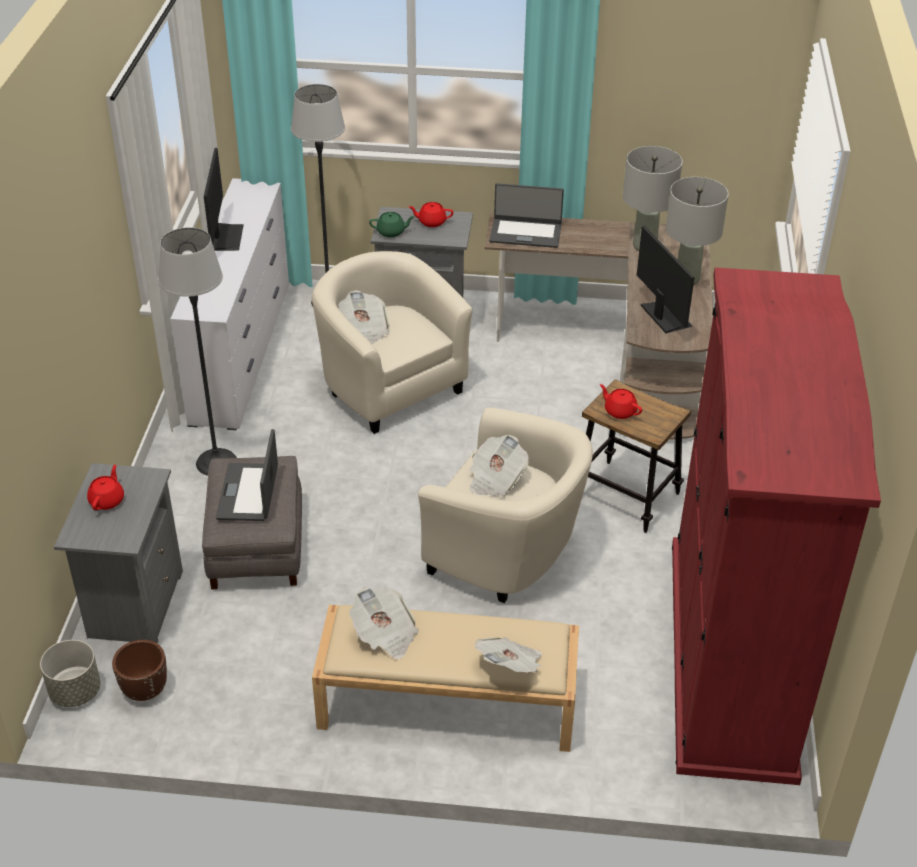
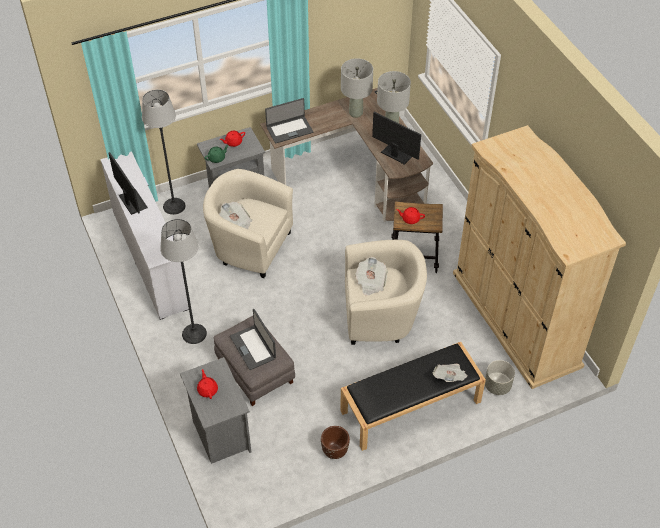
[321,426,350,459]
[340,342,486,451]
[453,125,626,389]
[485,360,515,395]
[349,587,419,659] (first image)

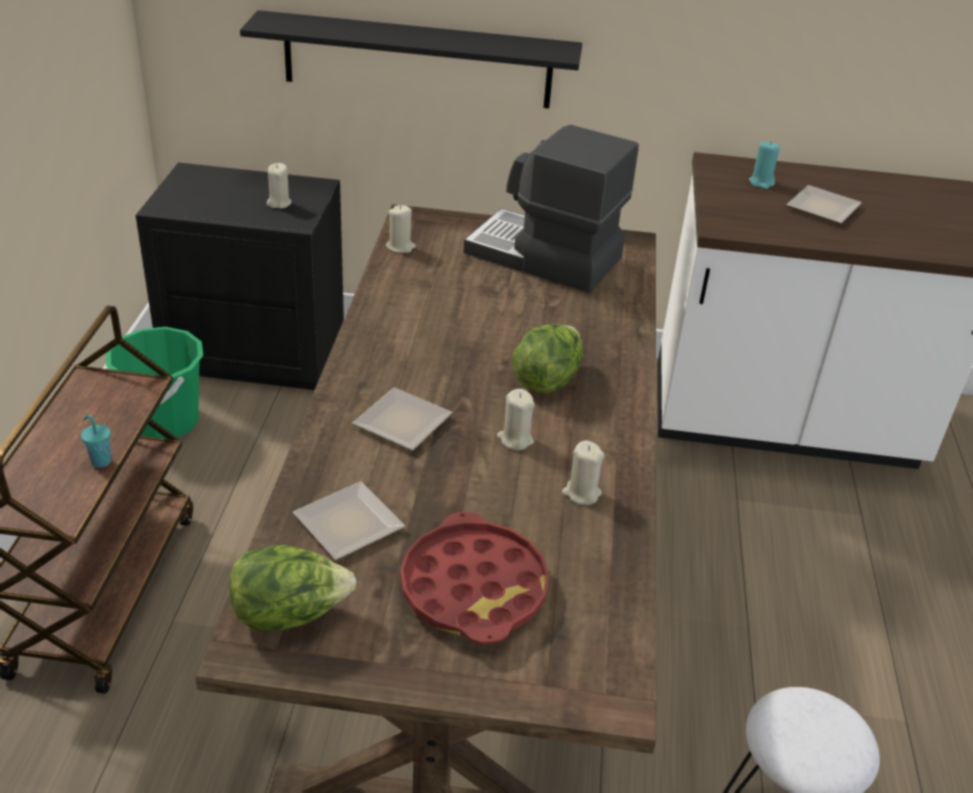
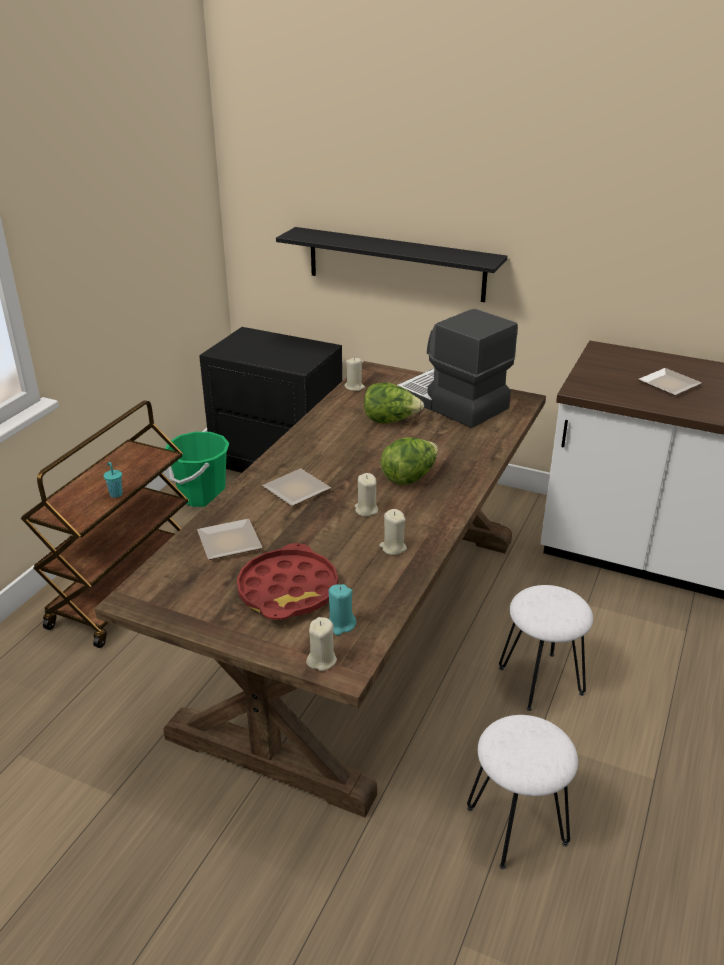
[306,617,337,671]
[329,584,356,636]
[364,383,424,424]
[499,585,593,711]

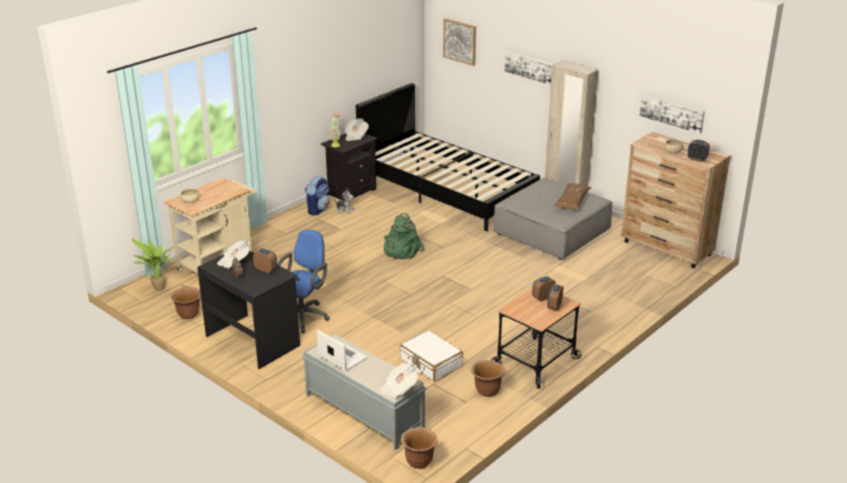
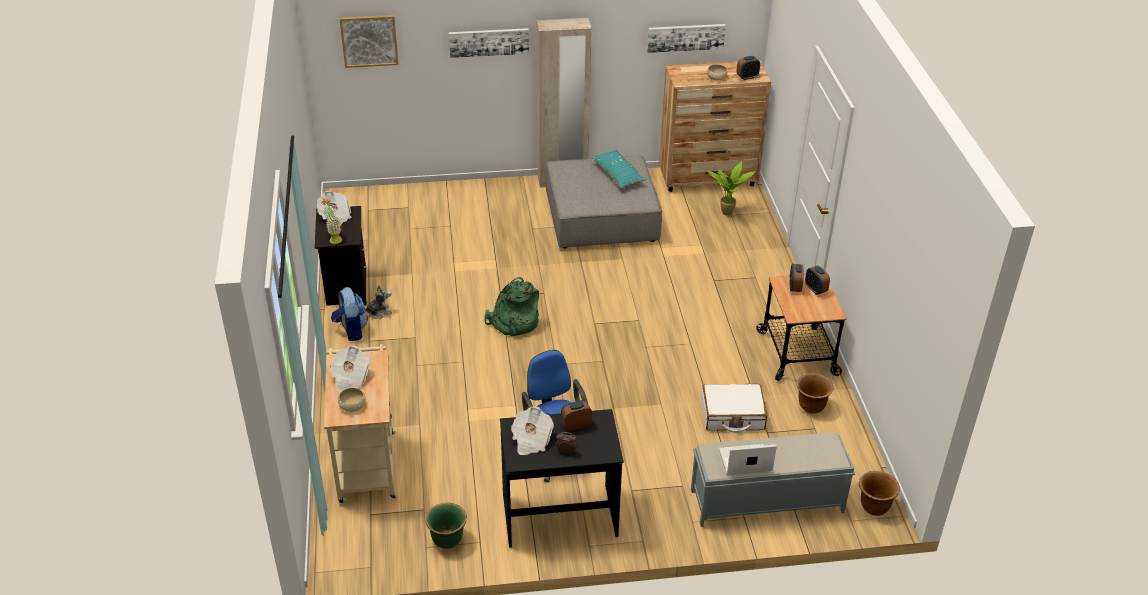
[330,346,371,392]
[426,502,467,549]
[591,150,646,188]
[707,161,755,215]
[356,83,540,231] (first image)

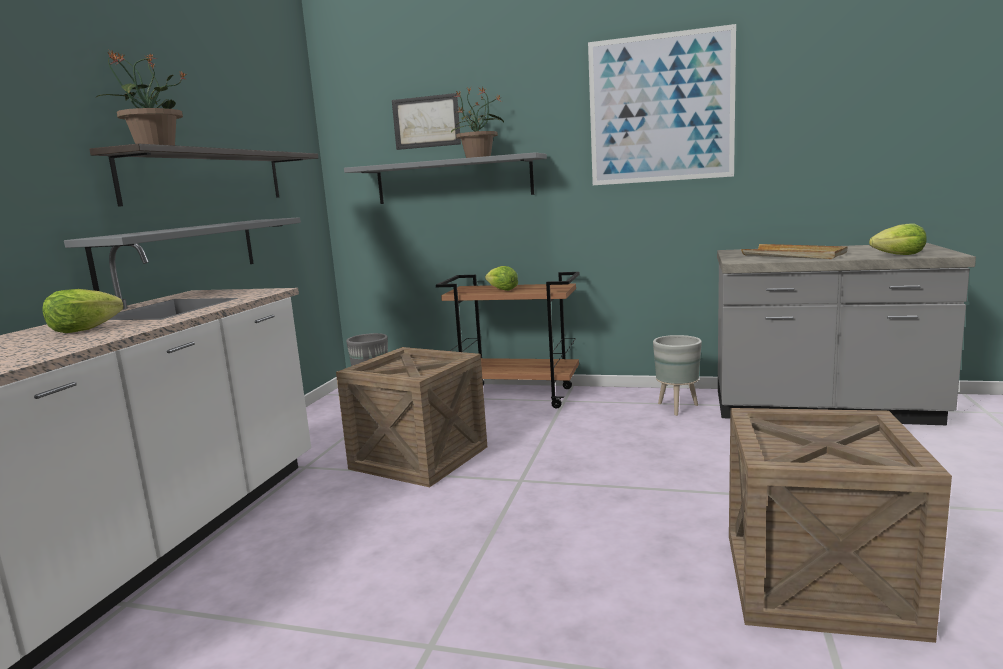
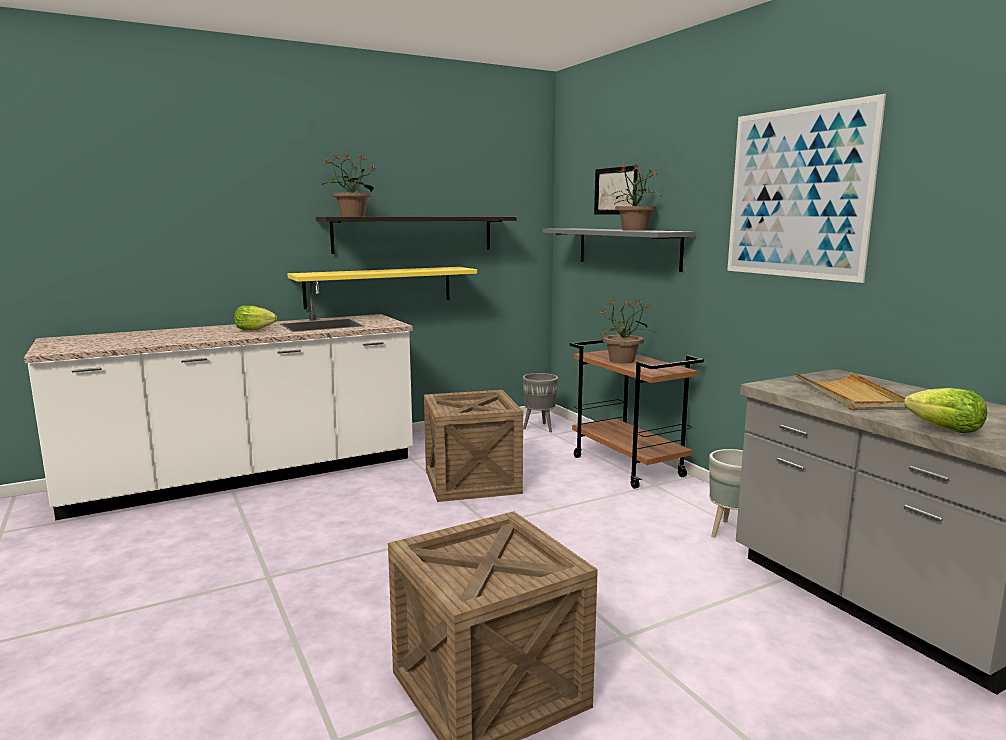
[288,267,477,309]
[600,299,653,364]

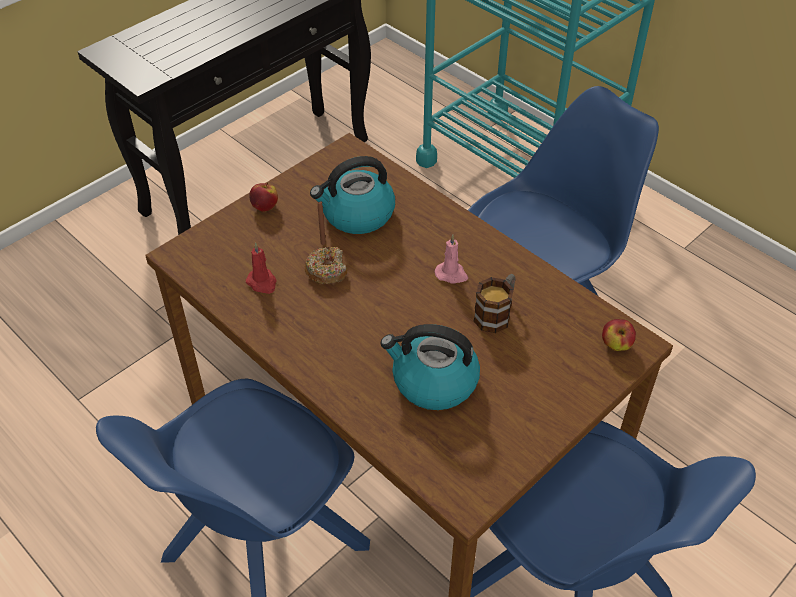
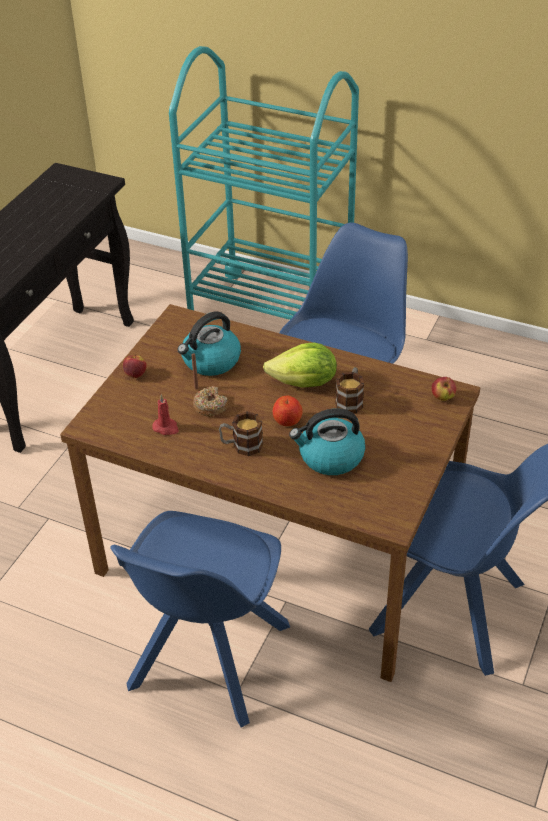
[219,411,263,456]
[263,342,337,388]
[273,396,303,426]

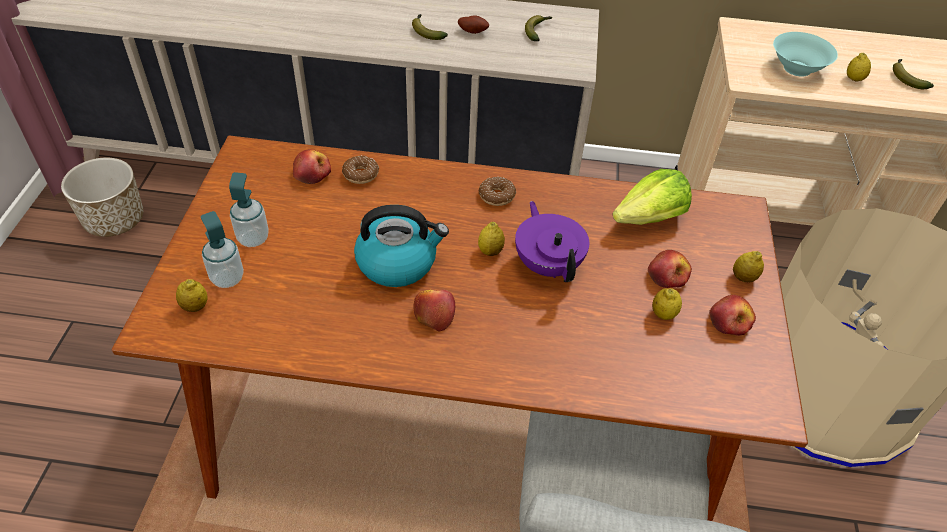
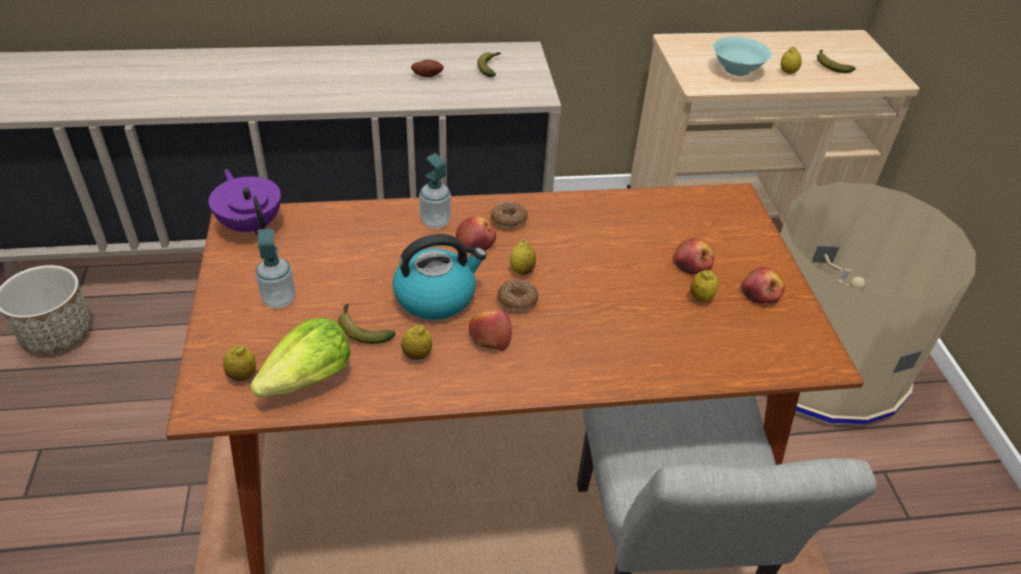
[208,169,281,235]
[250,317,350,397]
[338,304,396,344]
[401,324,432,360]
[419,153,451,229]
[456,216,496,251]
[497,279,538,312]

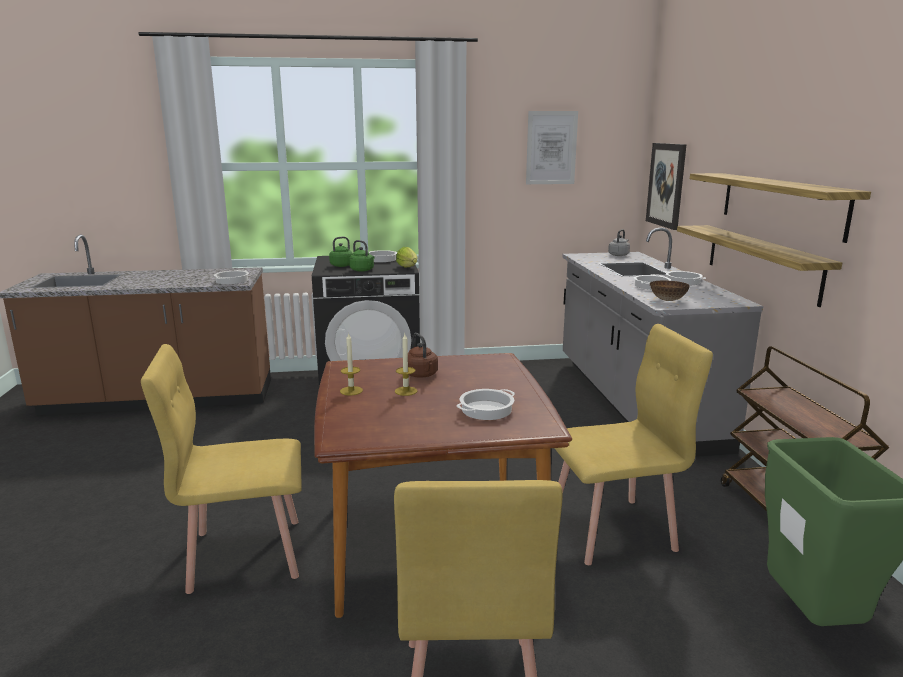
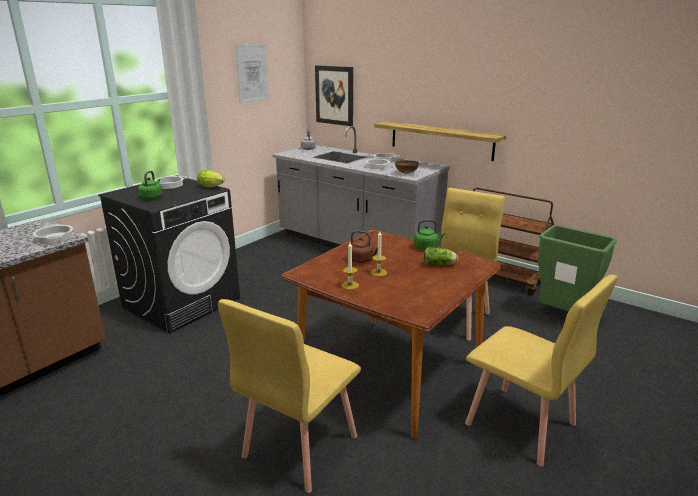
[414,219,446,250]
[424,247,458,266]
[690,173,871,243] (first image)

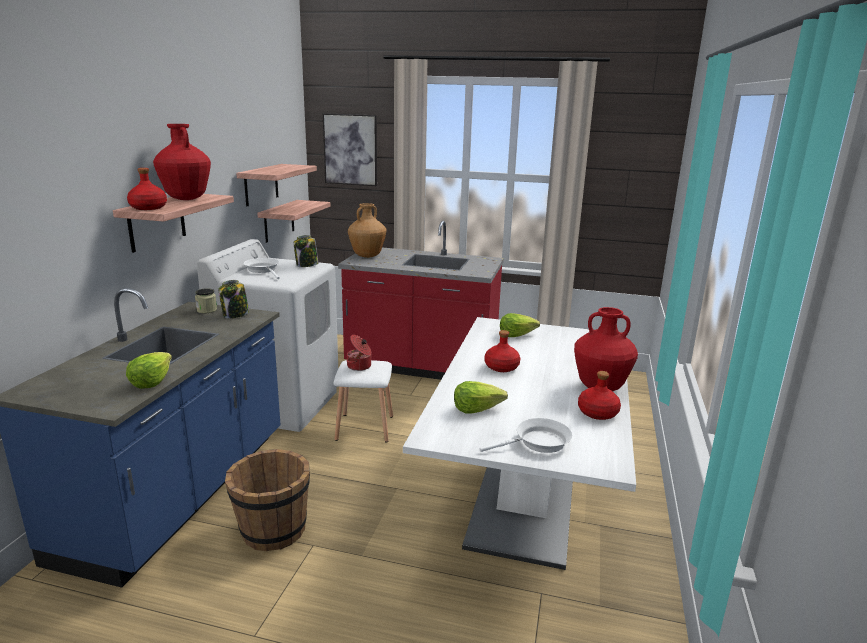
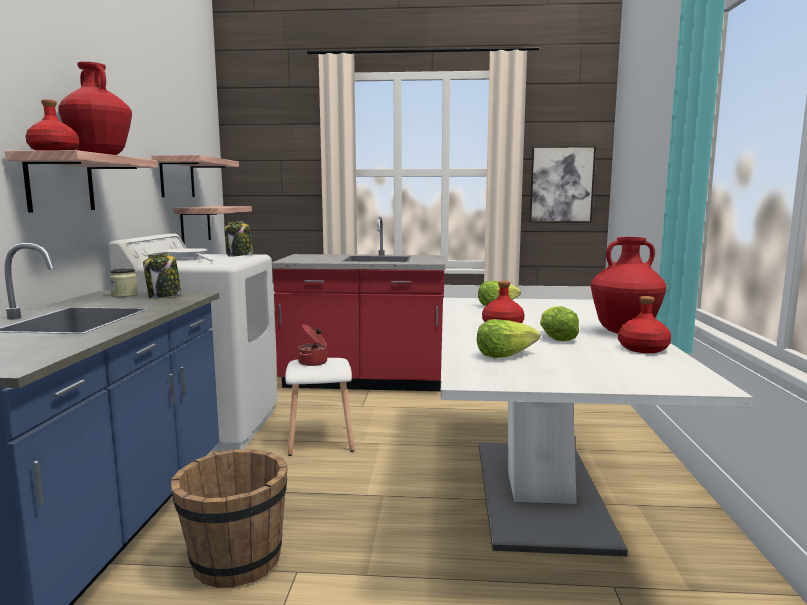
[529,146,596,223]
[540,306,579,341]
[348,203,386,258] (first image)
[480,418,572,453] (first image)

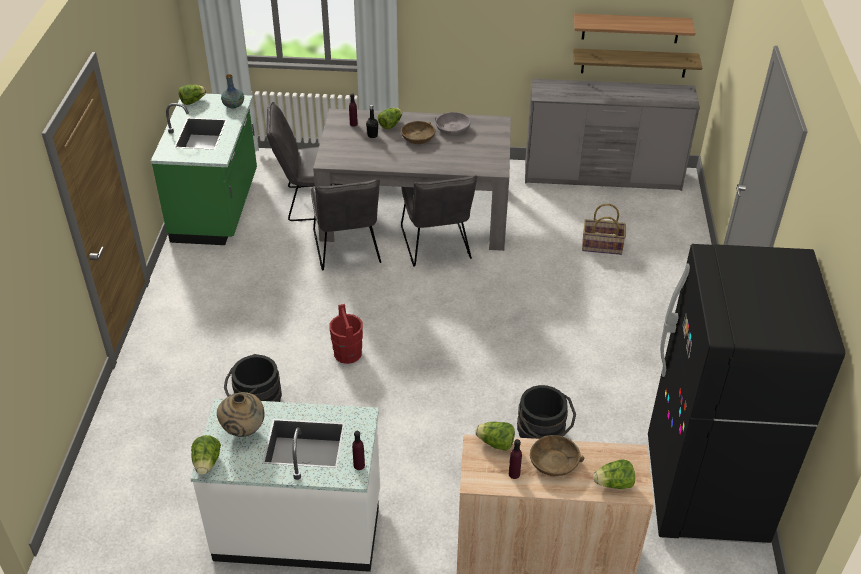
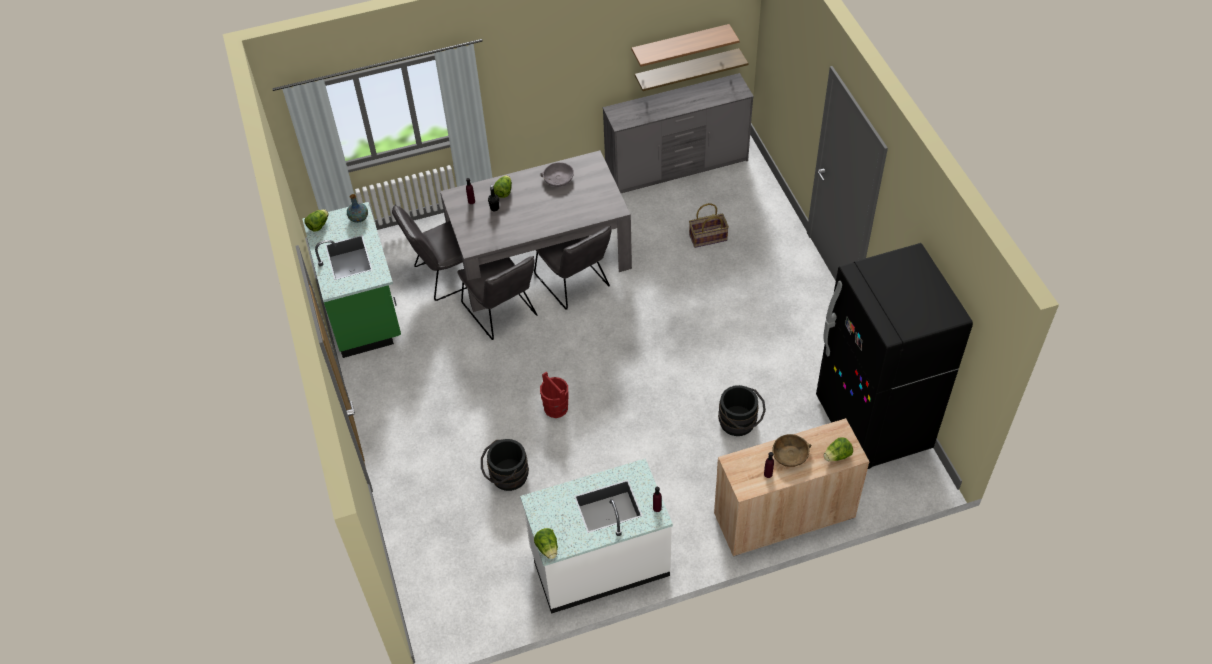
[217,392,264,437] (first image)
[401,121,435,144] (first image)
[475,422,515,451] (first image)

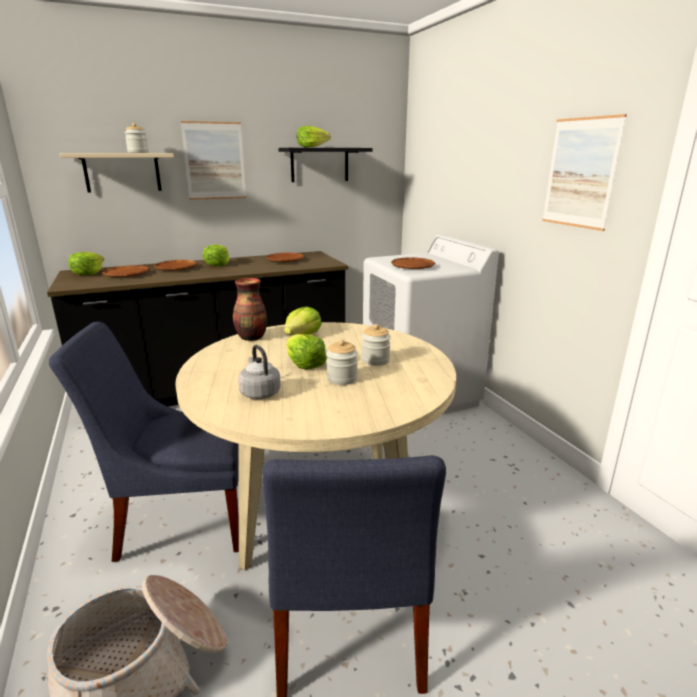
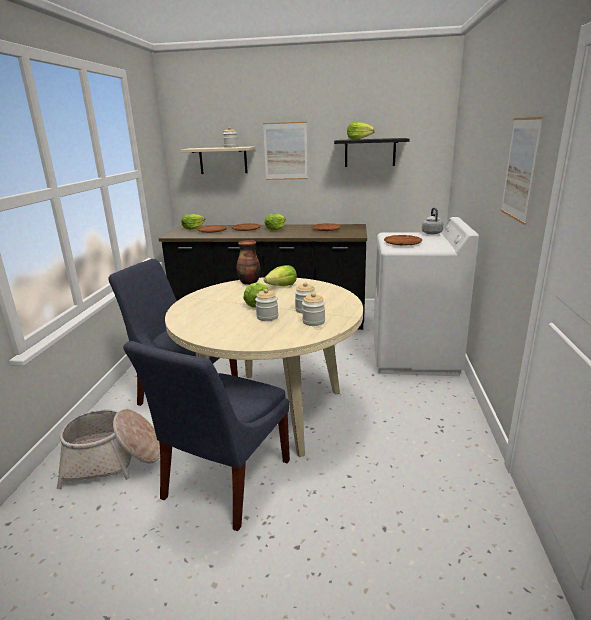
[302,293,325,326]
[422,208,443,234]

